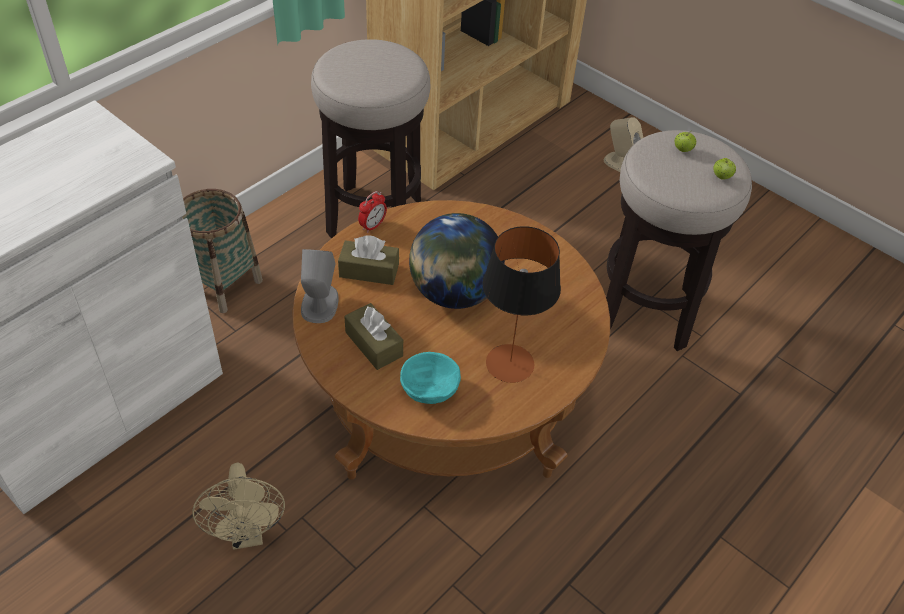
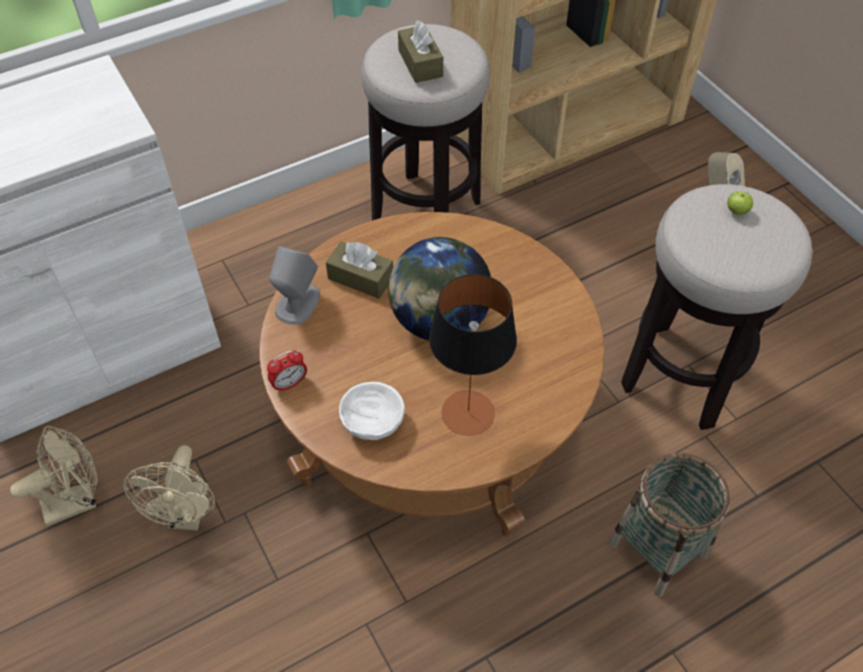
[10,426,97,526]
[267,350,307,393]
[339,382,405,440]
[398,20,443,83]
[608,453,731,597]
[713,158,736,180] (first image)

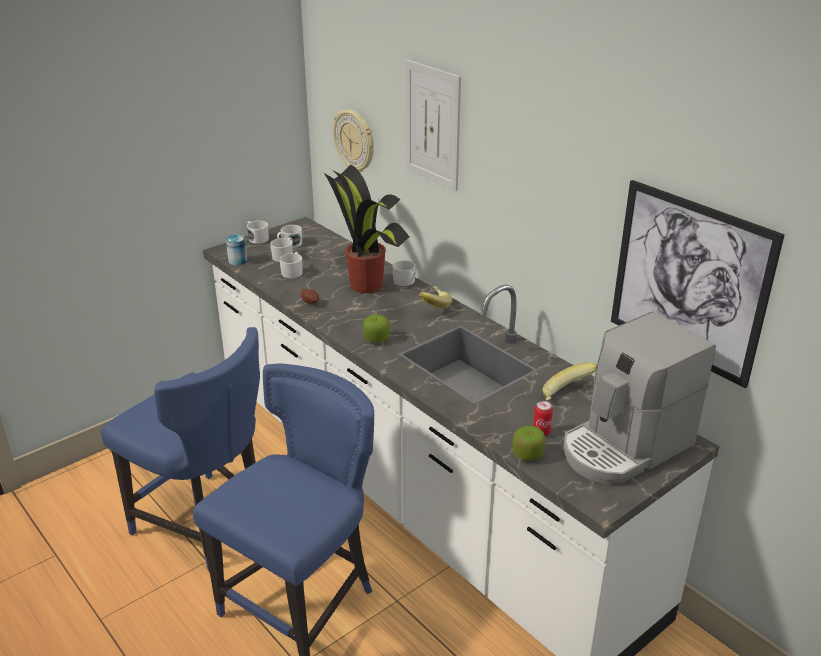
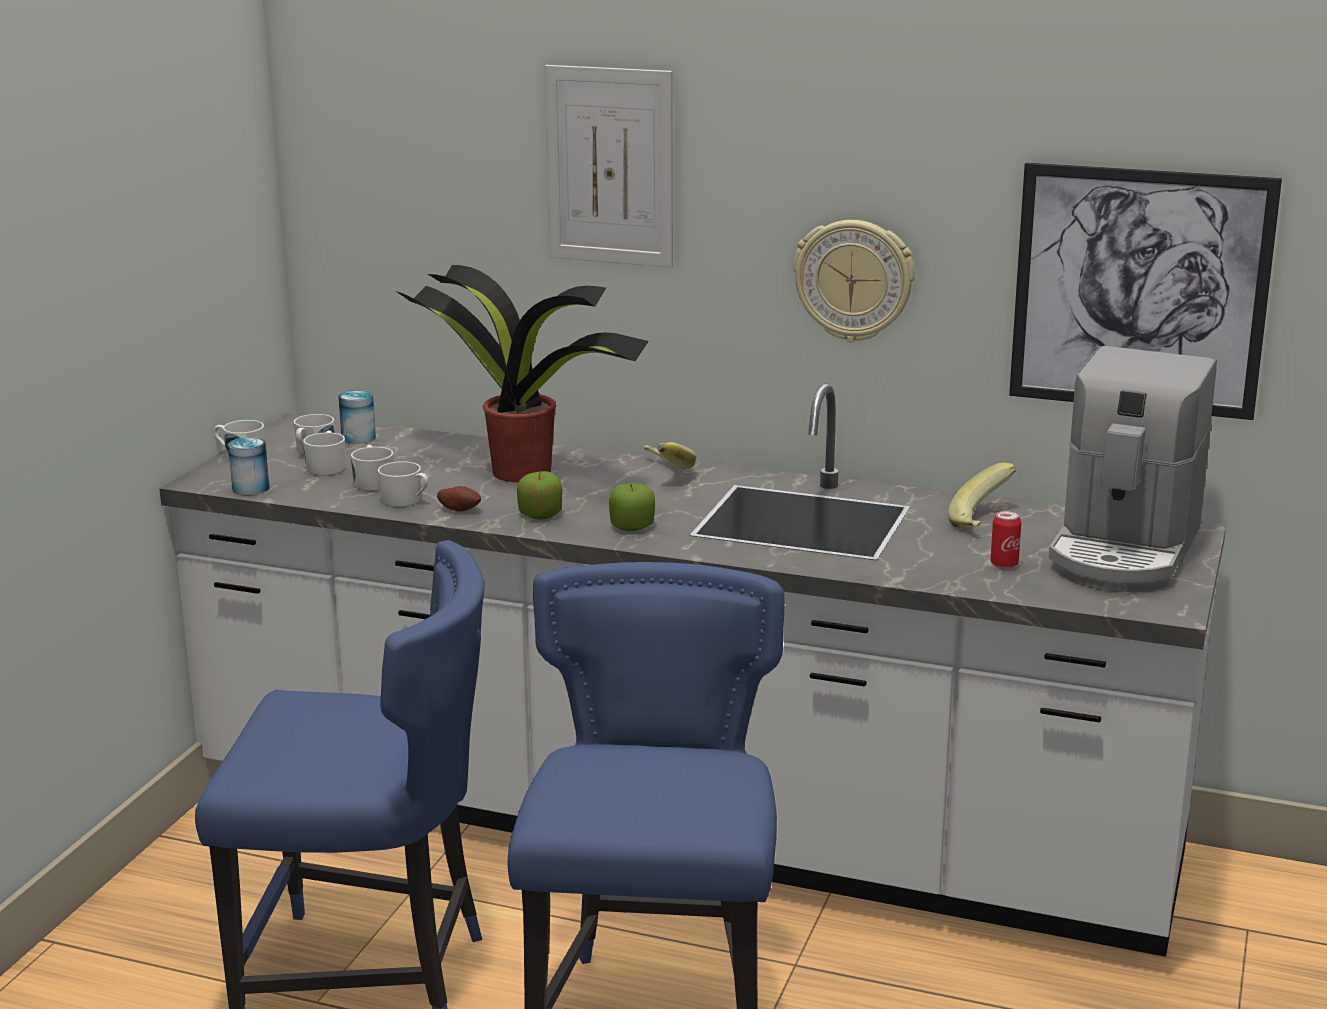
[339,390,376,444]
[378,461,428,507]
[517,471,562,519]
[793,220,915,342]

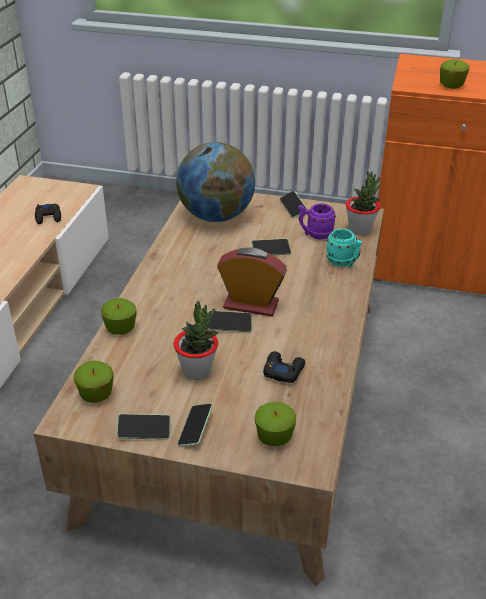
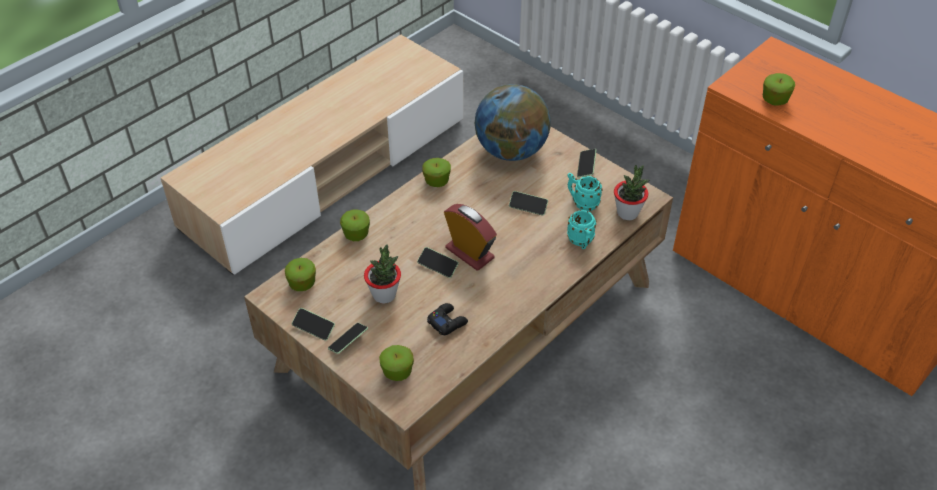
[422,158,451,187]
[567,173,603,211]
[35,204,61,224] (first image)

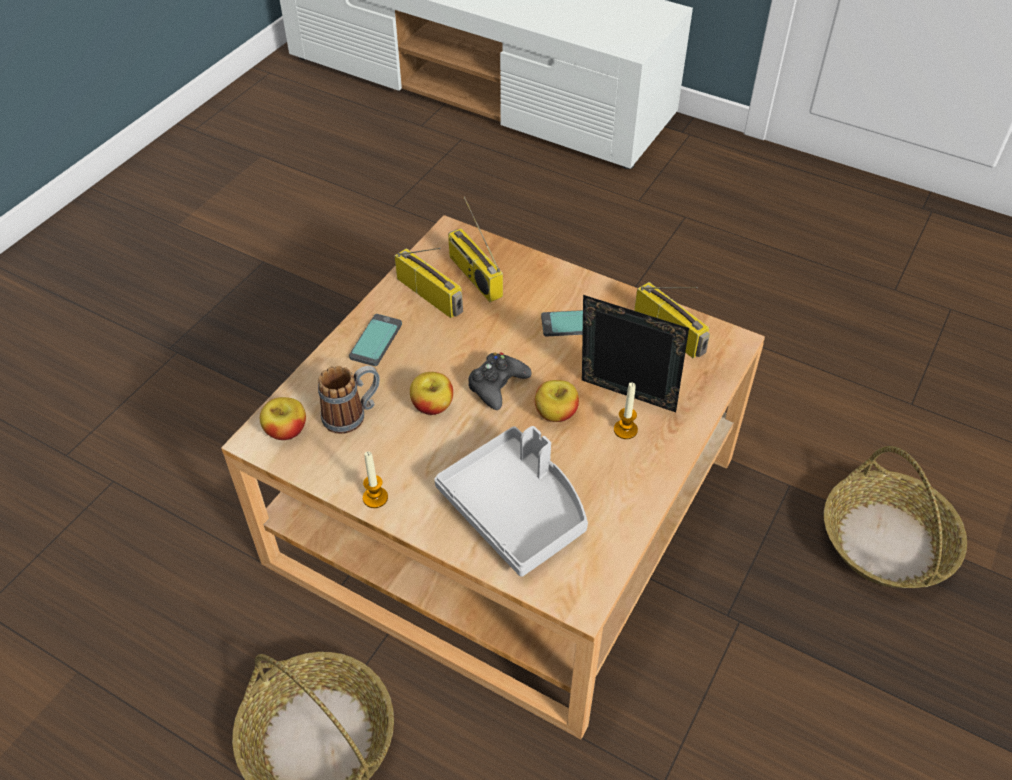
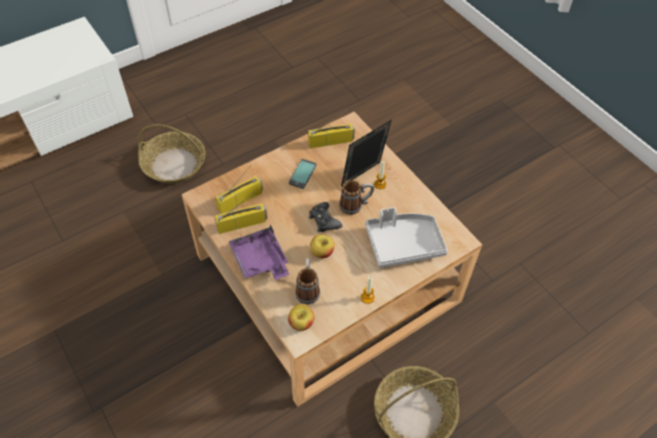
[138,124,206,184]
[215,165,263,214]
[228,225,290,280]
[339,180,374,215]

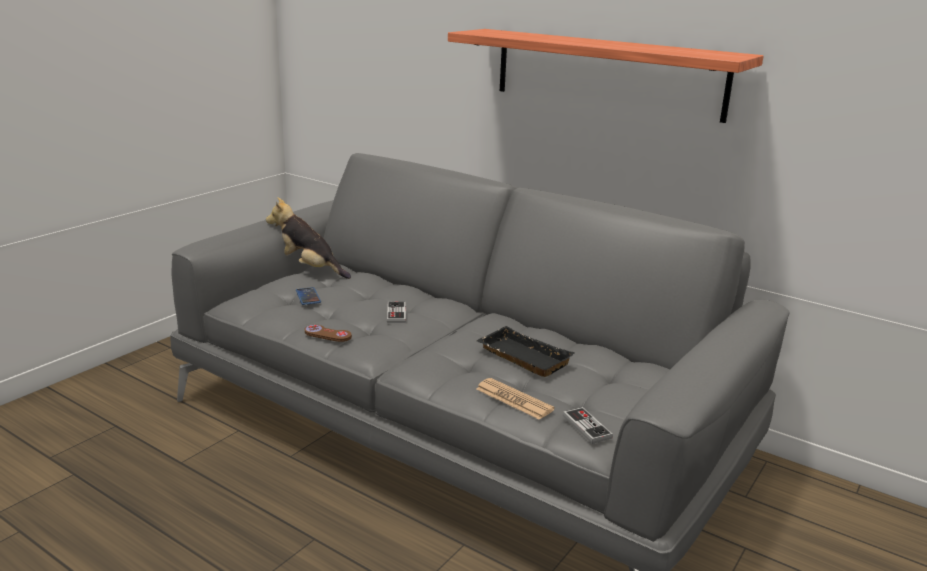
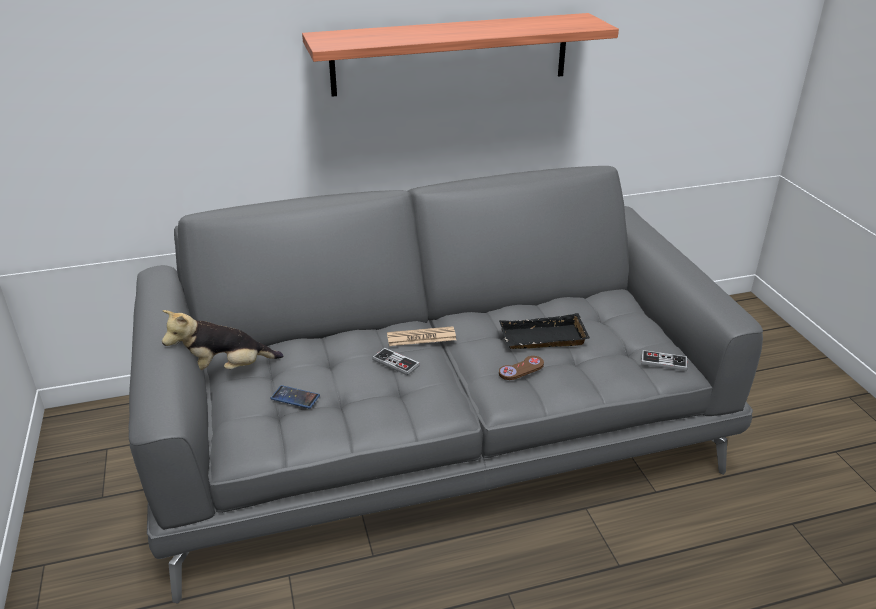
[387,326,456,346]
[499,356,544,380]

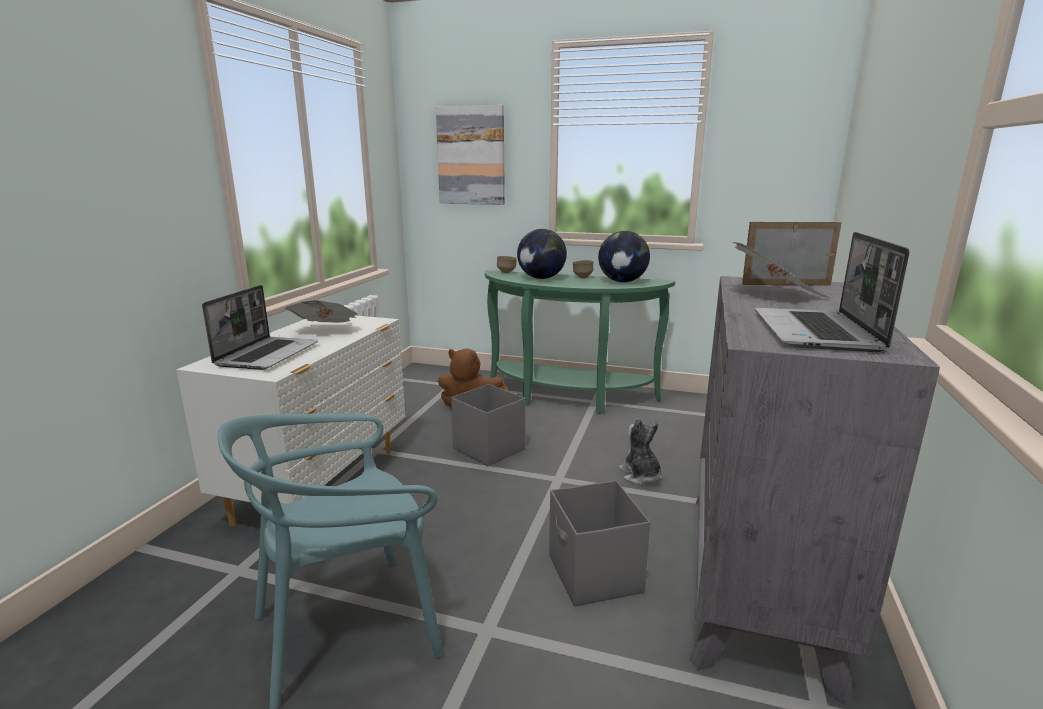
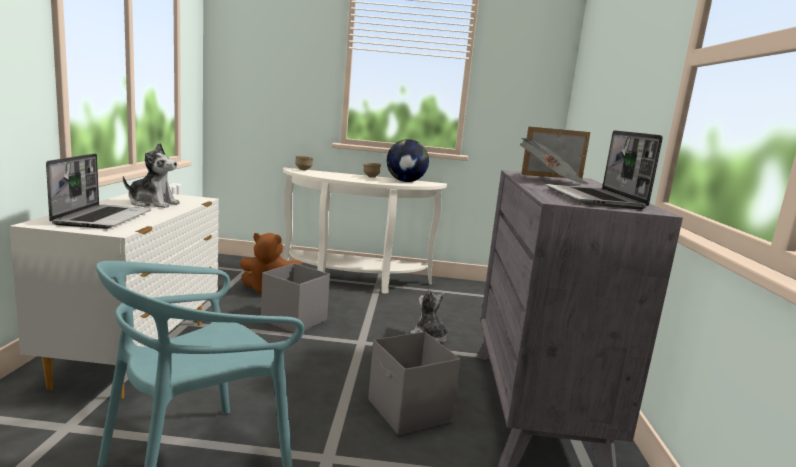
[123,143,180,208]
[283,168,447,294]
[436,105,505,205] (first image)
[517,229,567,279] (first image)

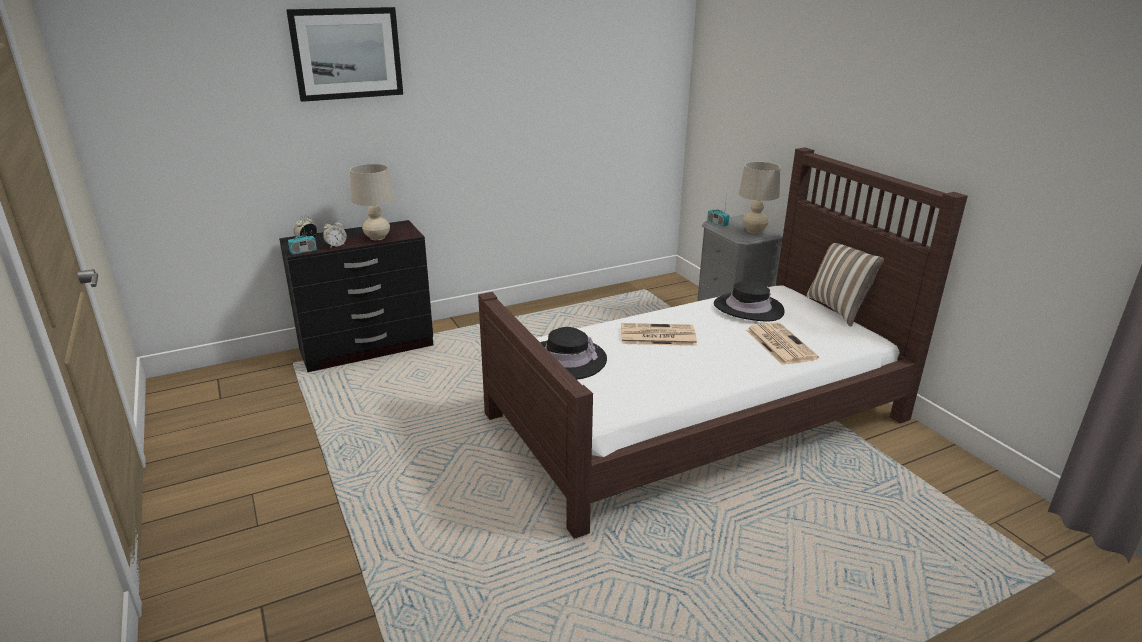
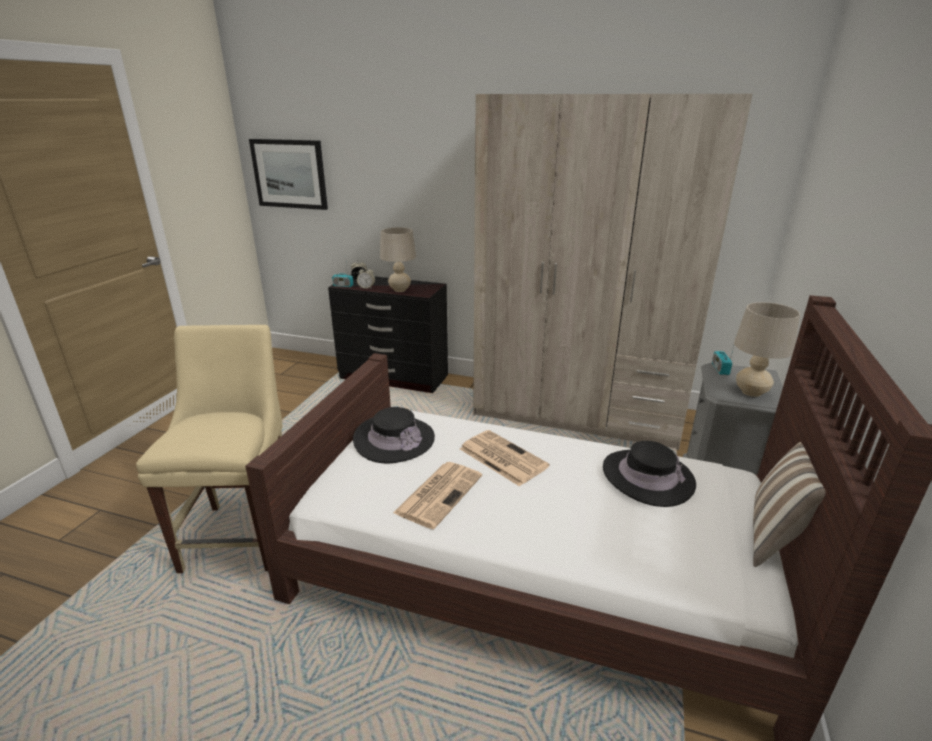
[136,325,282,573]
[249,139,328,210]
[393,462,482,529]
[473,94,753,450]

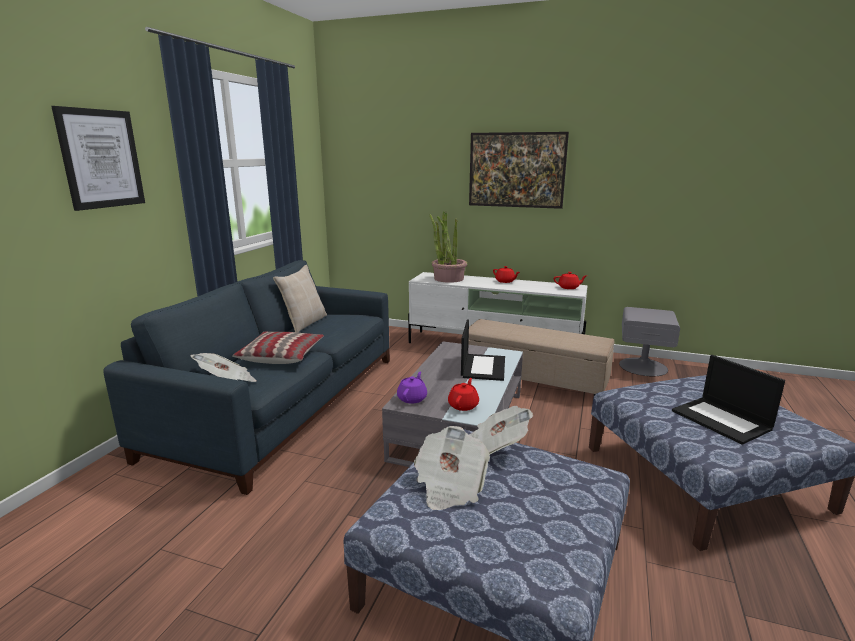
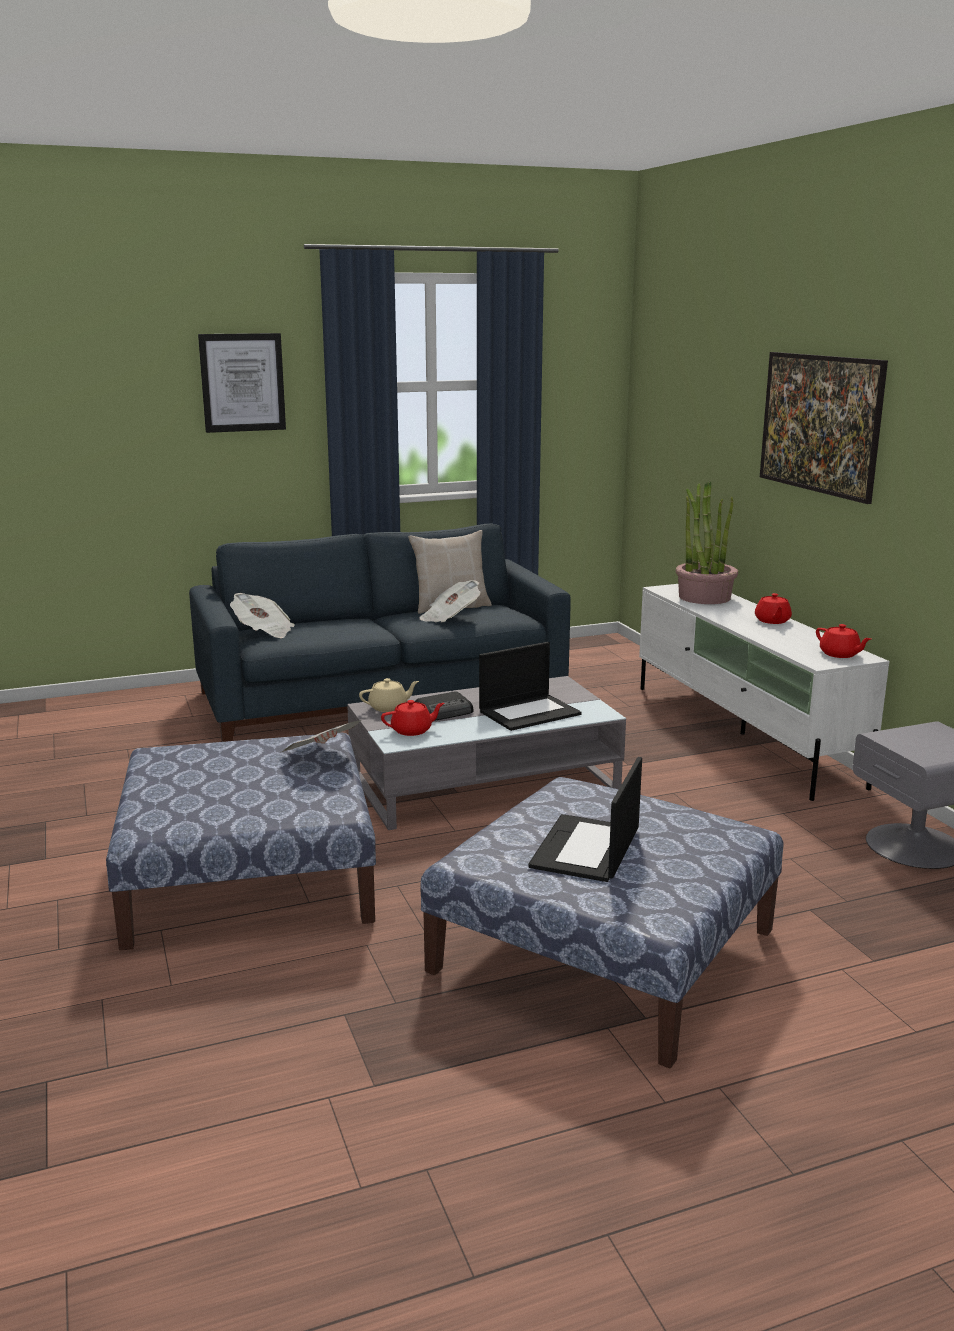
[359,678,419,712]
[415,691,474,720]
[419,580,480,623]
[232,332,324,364] (first image)
[468,319,615,395] (first image)

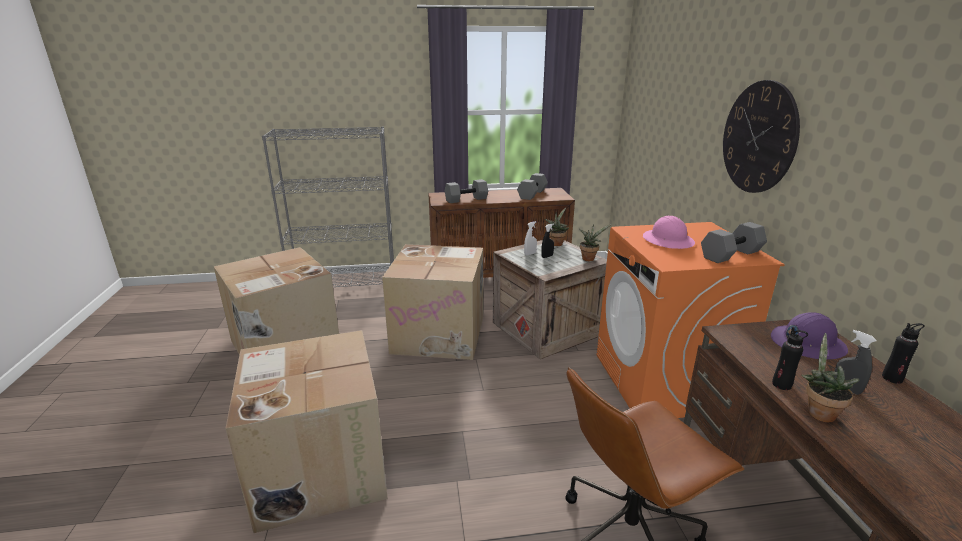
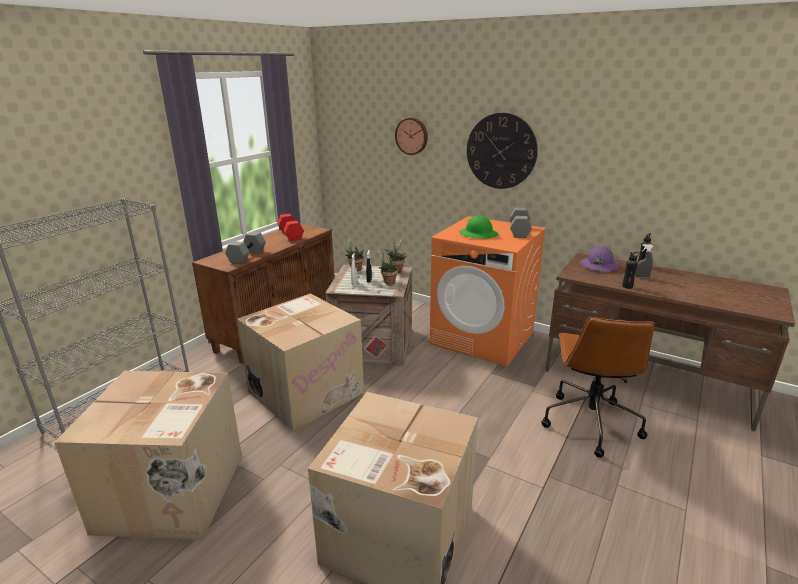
[277,214,304,241]
[378,248,398,285]
[395,118,428,155]
[459,216,499,238]

